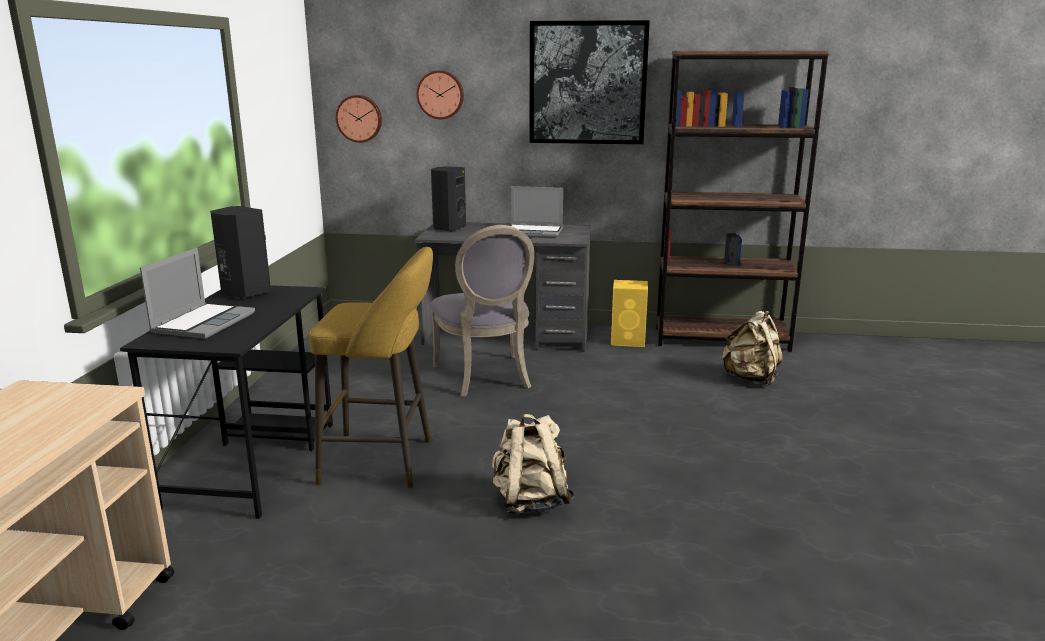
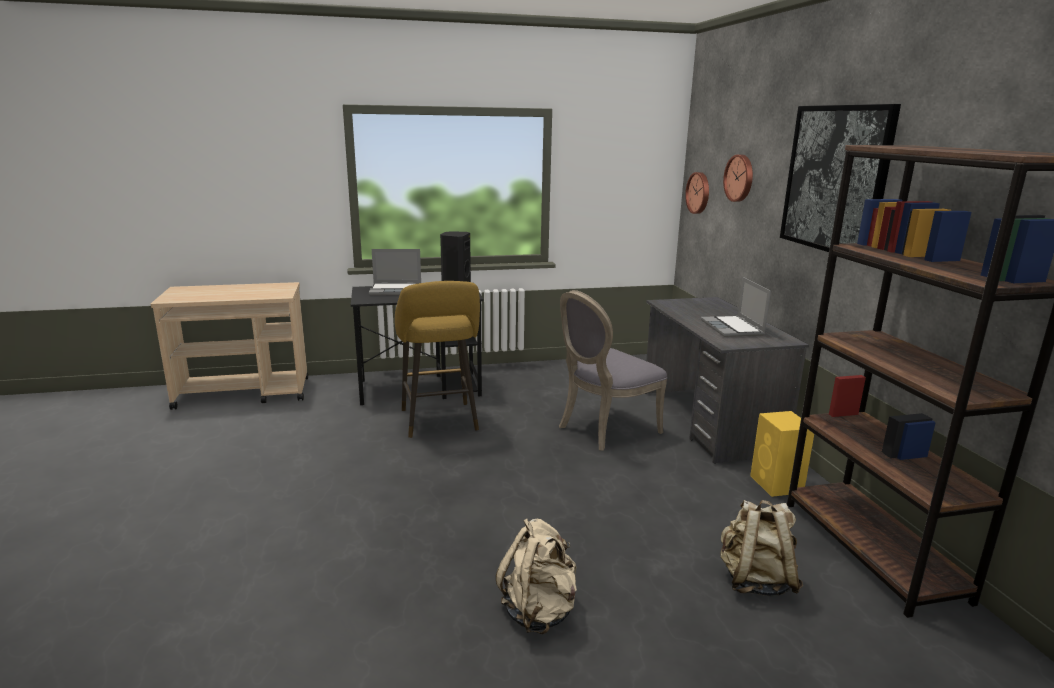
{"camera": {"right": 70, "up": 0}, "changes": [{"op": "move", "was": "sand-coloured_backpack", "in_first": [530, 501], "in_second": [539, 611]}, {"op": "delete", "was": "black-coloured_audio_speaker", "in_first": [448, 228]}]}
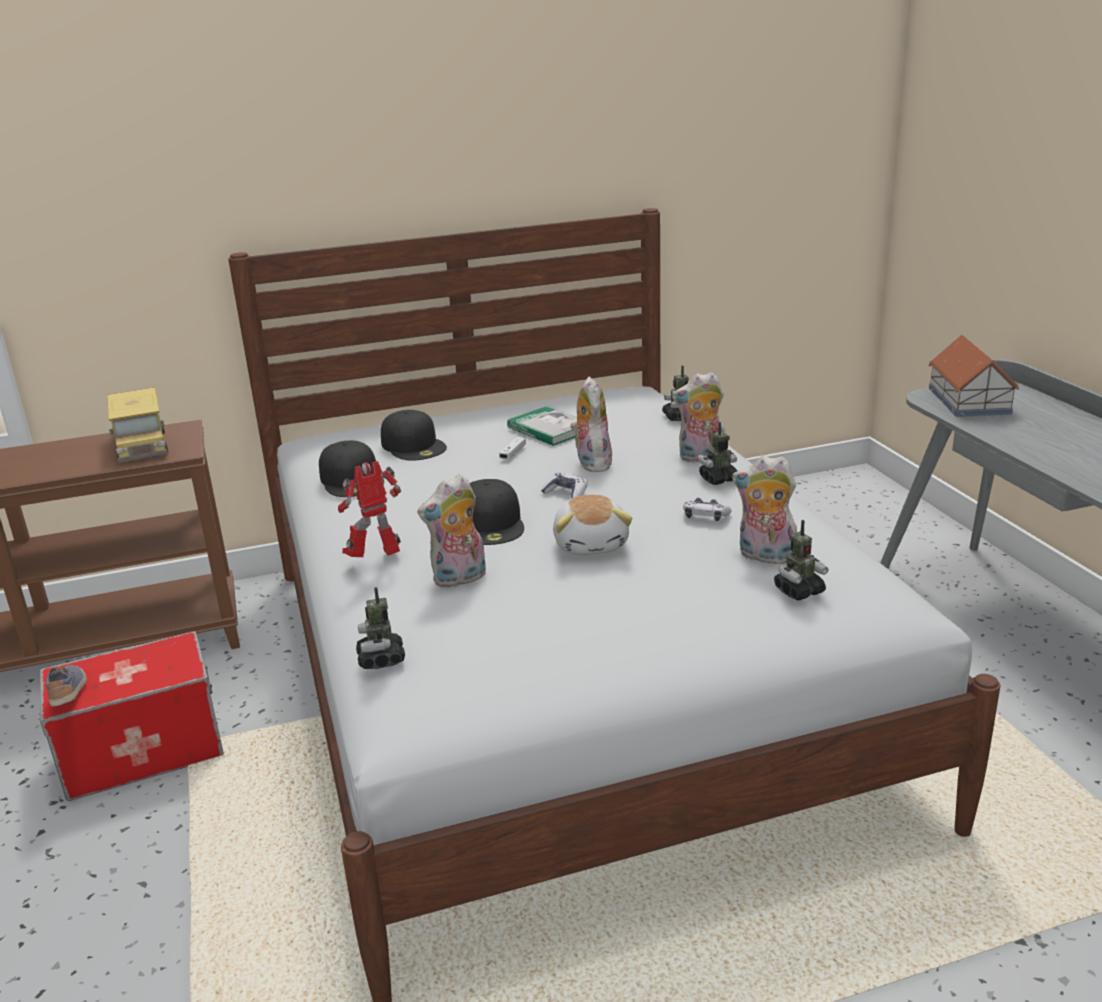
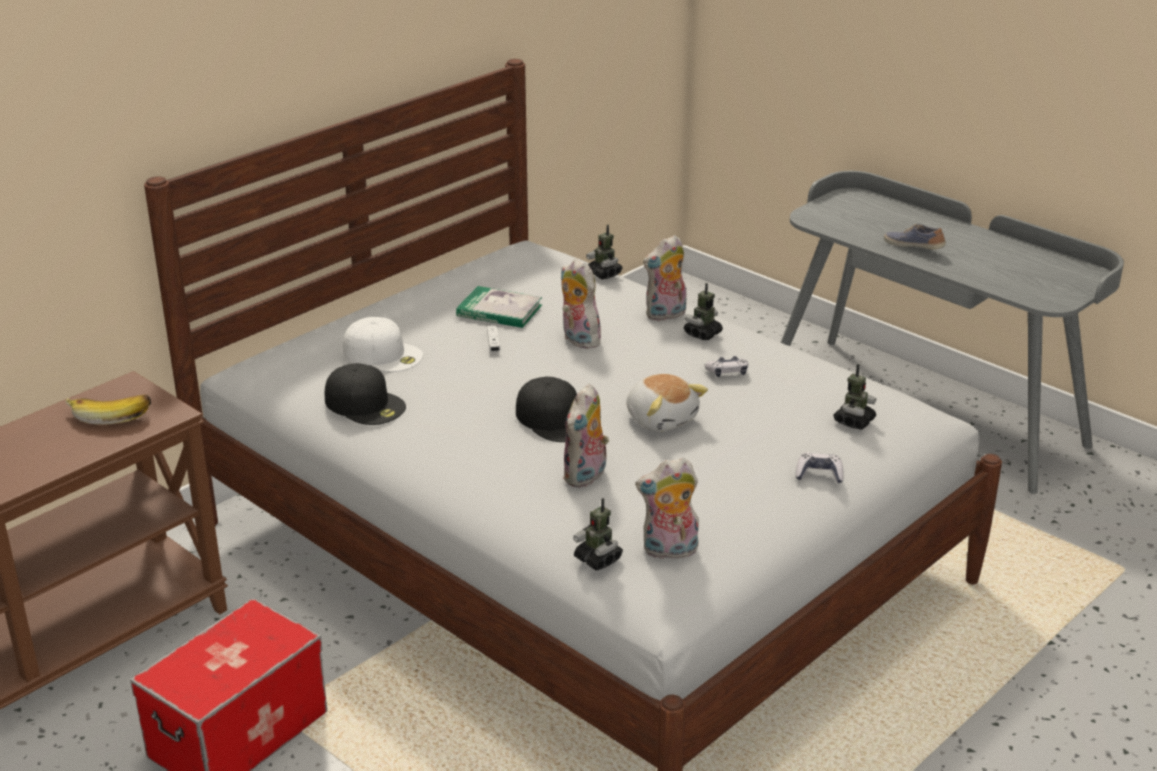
{"camera": {"right": -30, "up": 5}, "changes": [{"op": "replace", "was": "toy_lorry", "now": "whole_banana", "in_first": [142, 445], "in_second": [111, 415]}, {"op": "recolor", "was": "black-coloured_baseball_cap", "now": "white-coloured_baseball_cap", "in_first": [414, 445], "in_second": [383, 354]}, {"op": "move", "was": "plush_toy", "in_first": [764, 556], "in_second": [669, 551]}, {"op": "move", "was": "game_controller", "in_first": [566, 494], "in_second": [819, 474]}, {"op": "move", "was": "shoe", "in_first": [69, 693], "in_second": [914, 247]}, {"op": "delete", "was": "model_robot", "in_first": [376, 559]}, {"op": "delete", "was": "model_house", "in_first": [968, 401]}]}
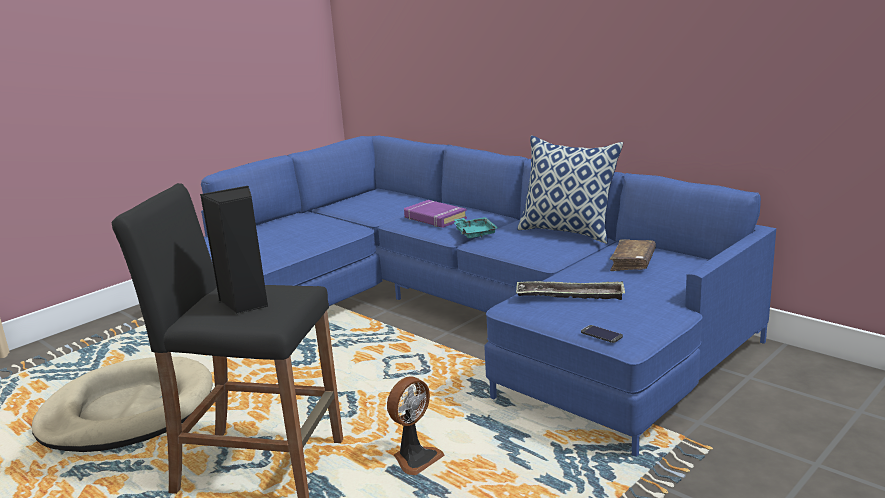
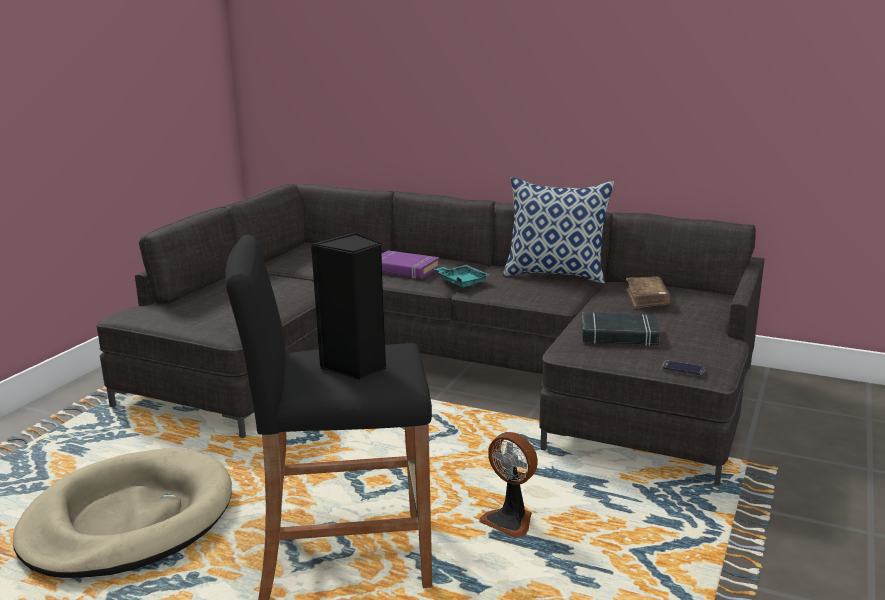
{"camera": {"right": -20, "up": 0}, "changes": [{"op": "recolor", "was": "bluish_settee", "now": "greyish_settee", "in_first": [458, 314], "in_second": [441, 370]}, {"op": "rotate", "was": "fan", "in_first": [415, 459], "in_second": [510, 521], "clockwise": 105}, {"op": "replace", "was": "carrying_tray", "now": "black-coloured_book", "in_first": [570, 296], "in_second": [619, 335]}]}
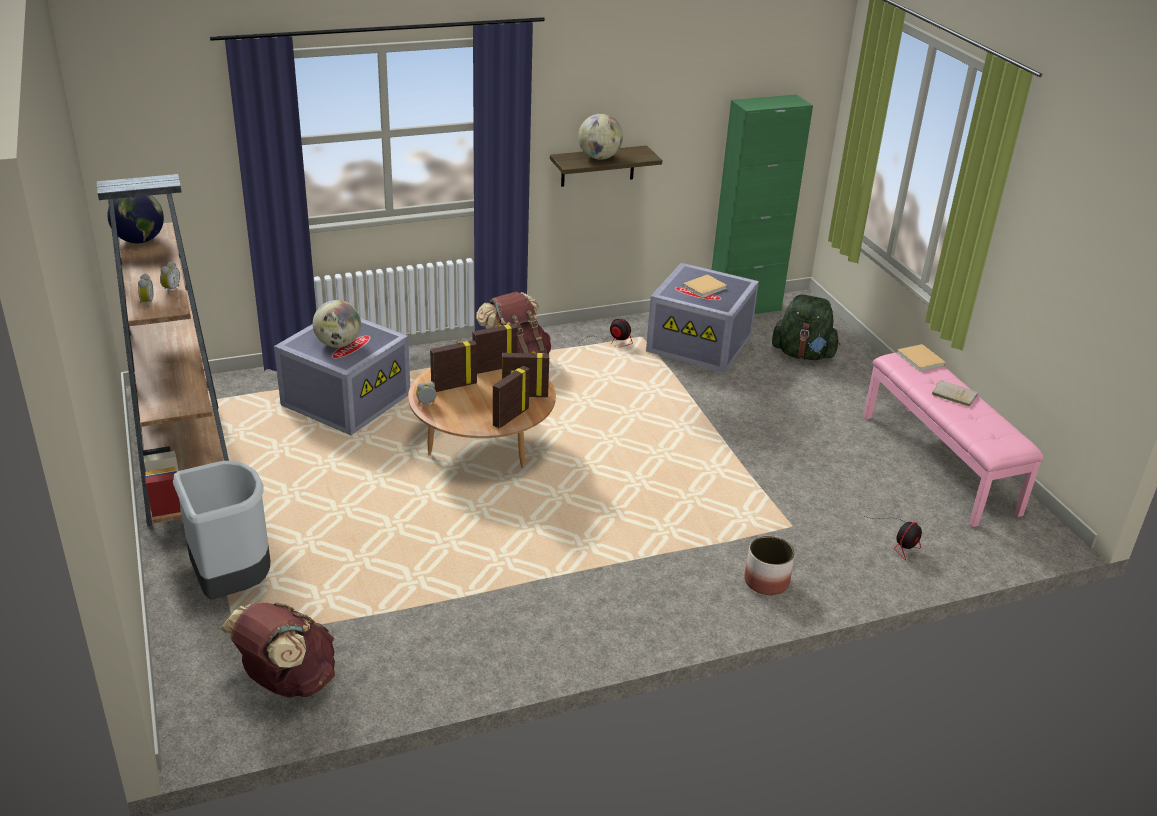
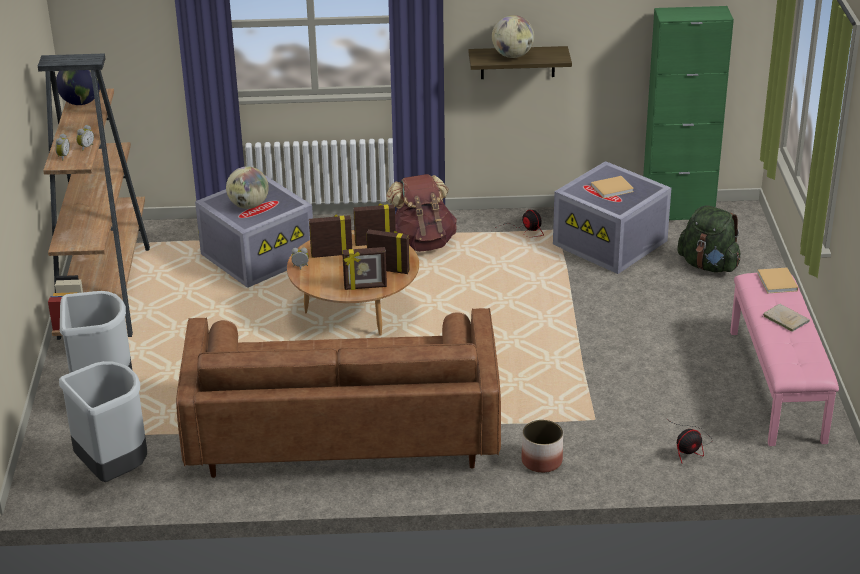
{"camera": {"right": 20, "up": 0}, "changes": [{"op": "replace", "was": "brown-coloured_backpack", "now": "greyish_trash_can", "in_first": [287, 682], "in_second": [114, 471]}, {"op": "insert", "now": "brown-coloured_settee", "in_second": [343, 433]}, {"op": "rotate", "was": "photo_frame", "in_first": [510, 417], "in_second": [365, 287], "clockwise": -150}]}
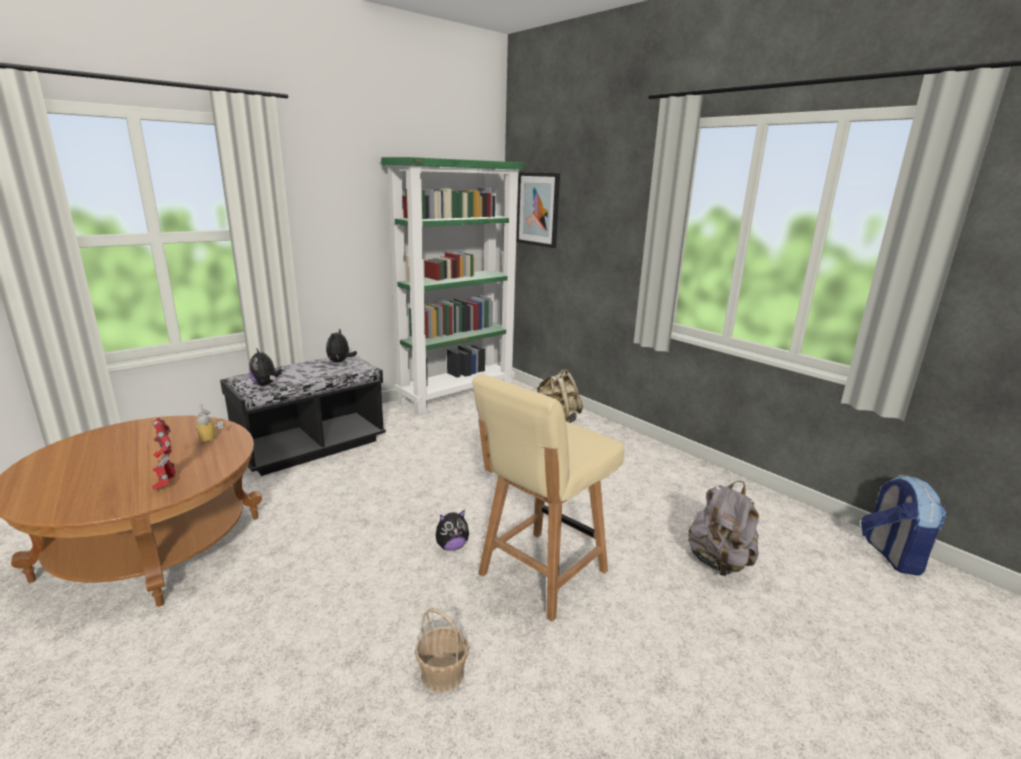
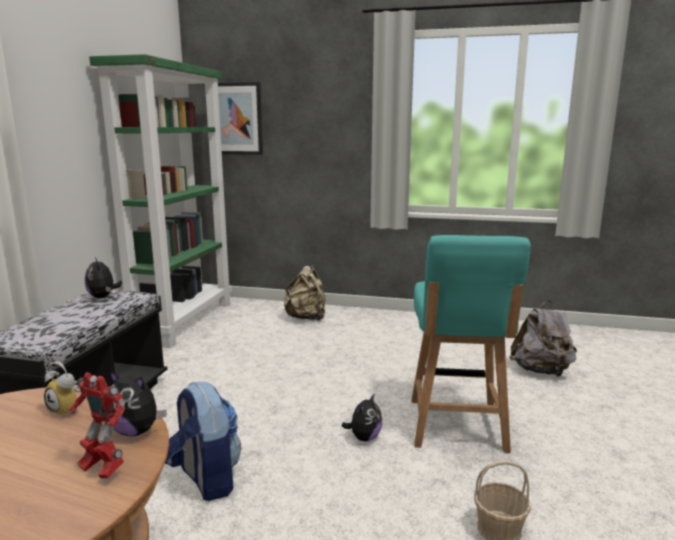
{"camera": {"right": -35, "up": -5}, "changes": [{"op": "move", "was": "plush_toy", "in_first": [266, 384], "in_second": [136, 431]}, {"op": "move", "was": "backpack", "in_first": [891, 555], "in_second": [205, 479]}, {"op": "recolor", "was": "sand-coloured_upright_chair", "now": "blue-green_upright_chair", "in_first": [541, 574], "in_second": [456, 426]}]}
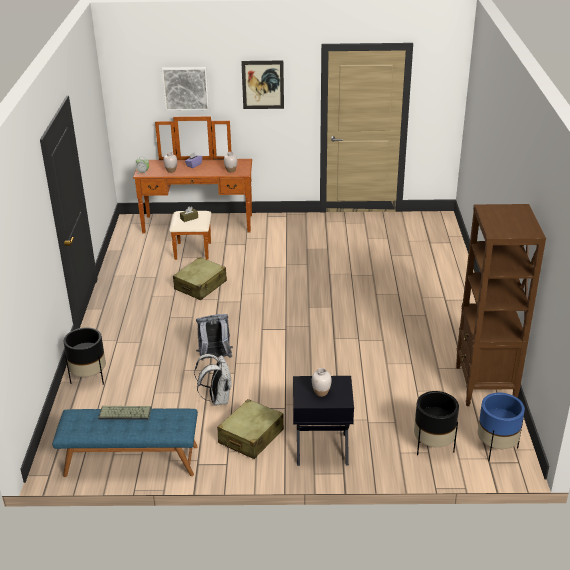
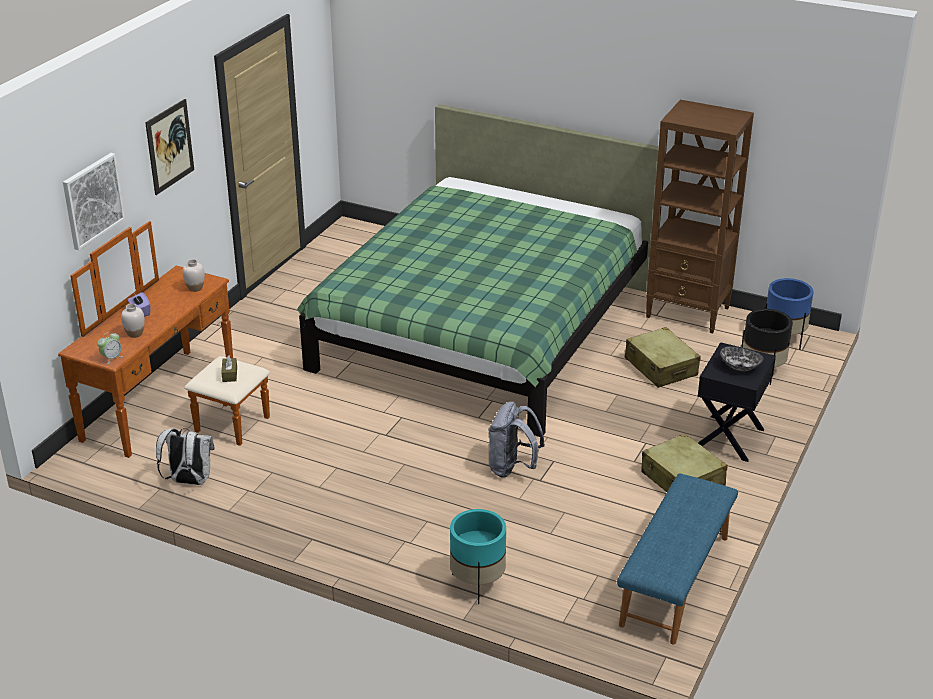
{"camera": {"right": -65, "up": 0}, "changes": [{"op": "move", "was": "white-coloured_backpack", "in_first": [217, 399], "in_second": [189, 481]}, {"op": "insert", "now": "greenish_sleeping_bed", "in_second": [483, 328]}, {"op": "recolor", "was": "black-coloured_flower_pot", "now": "blue-green_flower_pot", "in_first": [89, 378], "in_second": [477, 584]}, {"op": "move", "was": "sand-coloured_piece_of_luggage", "in_first": [200, 285], "in_second": [661, 367]}, {"op": "replace", "was": "white-coloured_decorative_vase", "now": "deep_dish", "in_first": [321, 392], "in_second": [740, 367]}, {"op": "delete", "was": "PC_keyboard", "in_first": [124, 414]}]}
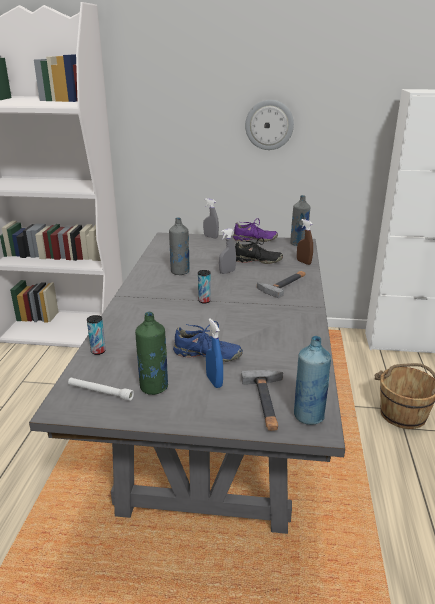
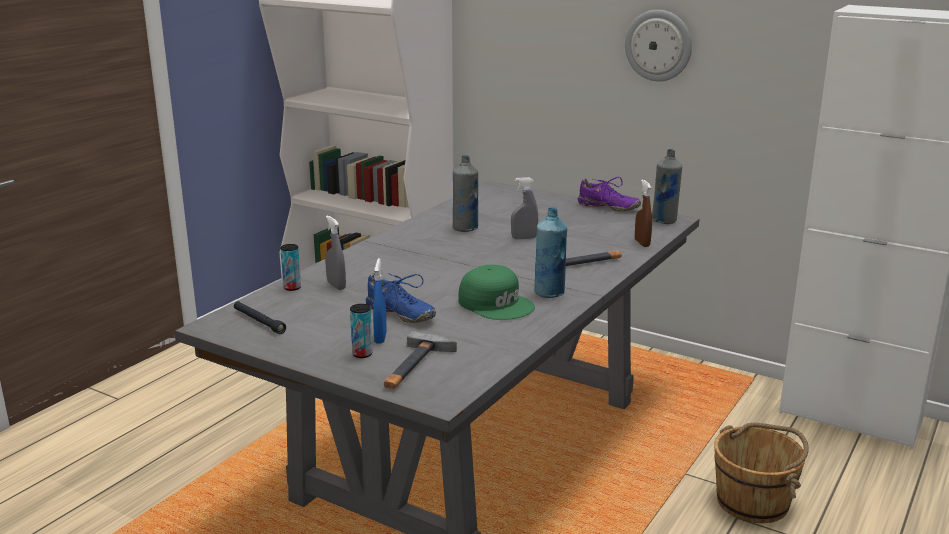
{"camera": {"right": 25, "up": -5}, "changes": [{"op": "recolor", "was": "white-coloured_flashlight", "now": "black-coloured_flashlight", "in_first": [100, 392], "in_second": [258, 322]}, {"op": "move", "was": "greyish_sprayer", "in_first": [211, 237], "in_second": [336, 286]}, {"op": "move", "was": "sealed_can", "in_first": [204, 301], "in_second": [362, 354]}, {"op": "insert", "now": "greenish_baseball_cap", "in_second": [496, 303]}, {"op": "move", "was": "bluish_beverage_bottle", "in_first": [308, 416], "in_second": [549, 293]}, {"op": "delete", "was": "greenish_beverage_bottle", "in_first": [154, 387]}, {"op": "delete", "was": "black-coloured_shoe", "in_first": [257, 261]}]}
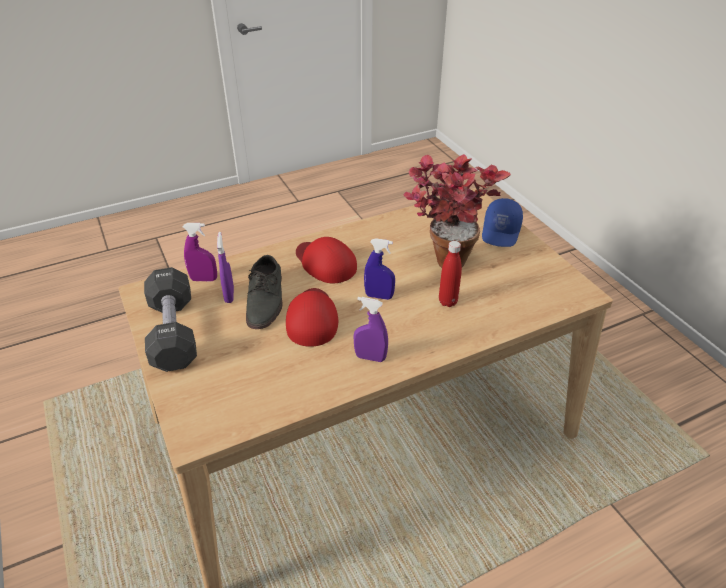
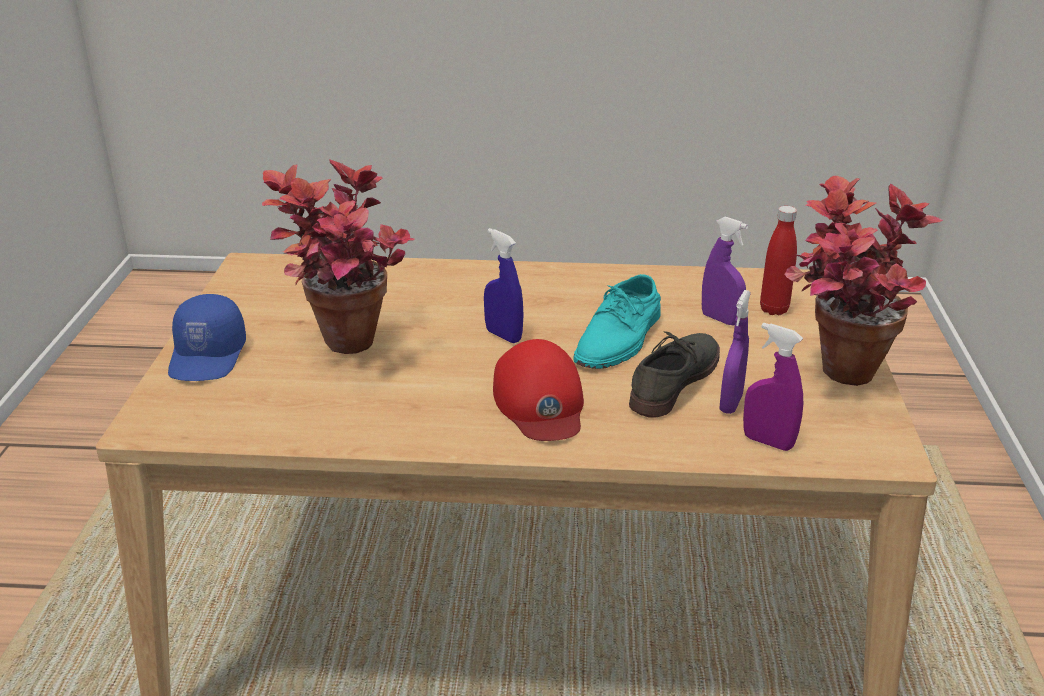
{"camera": {"right": -150, "up": -10}, "changes": [{"op": "rotate", "was": "bluish_baseball_cap", "in_first": [501, 232], "in_second": [209, 357], "clockwise": 135}, {"op": "replace", "was": "reddish_baseball_cap", "now": "blue-green_shoe", "in_first": [312, 318], "in_second": [620, 339]}, {"op": "move", "was": "purple_sprayer", "in_first": [370, 357], "in_second": [720, 319]}, {"op": "move", "was": "reddish_beverage_bottle", "in_first": [447, 302], "in_second": [774, 310]}, {"op": "replace", "was": "black-coloured_hand_weight", "now": "potted_plant", "in_first": [173, 333], "in_second": [834, 380]}]}
